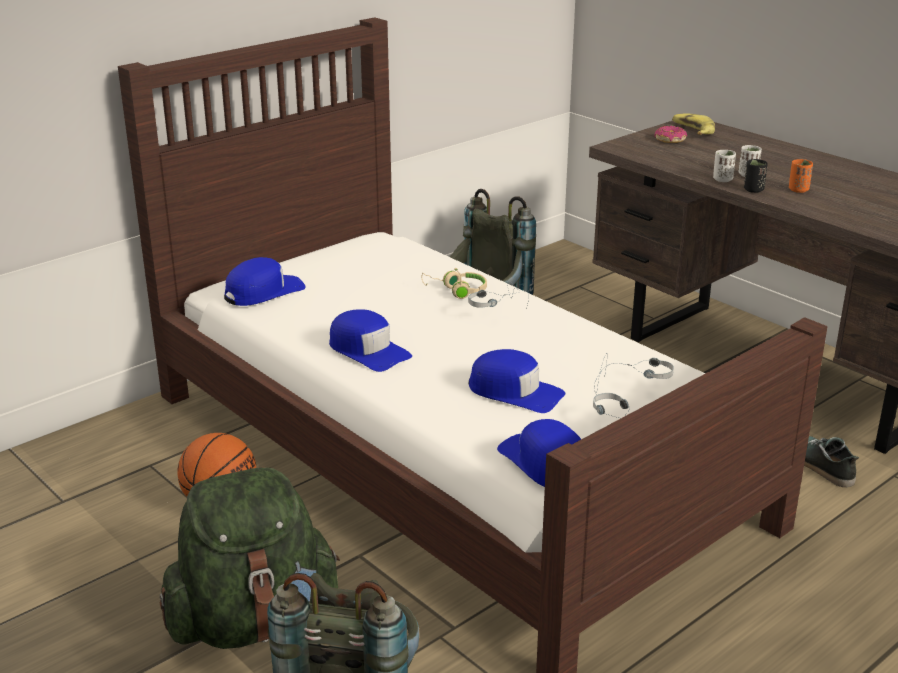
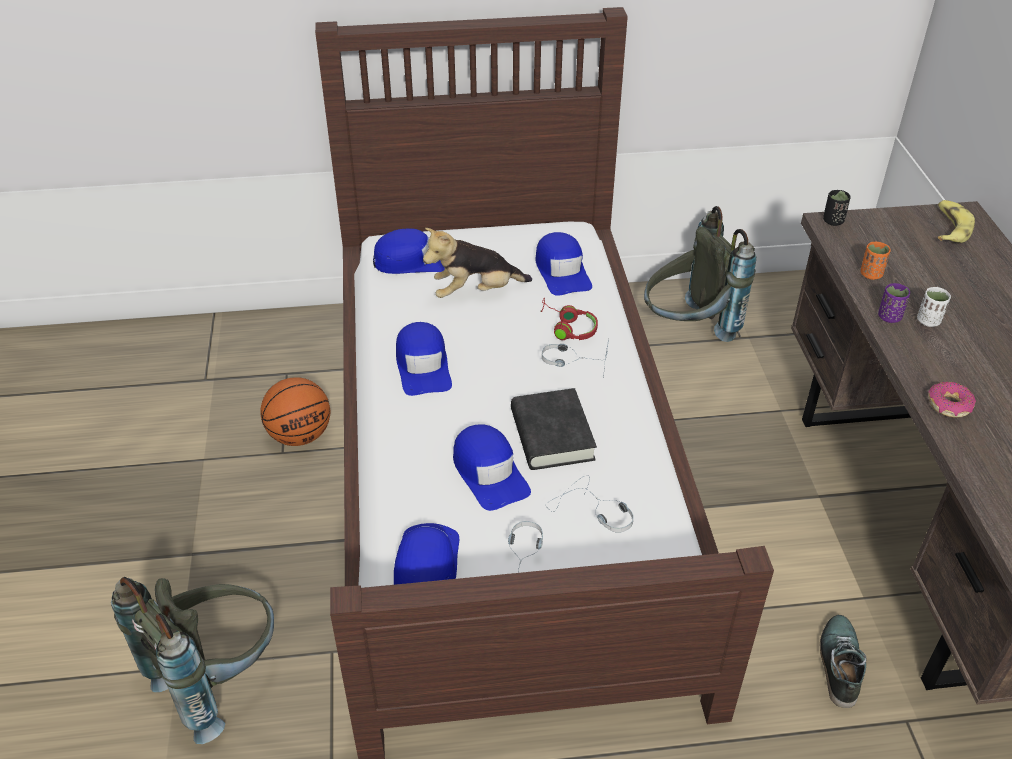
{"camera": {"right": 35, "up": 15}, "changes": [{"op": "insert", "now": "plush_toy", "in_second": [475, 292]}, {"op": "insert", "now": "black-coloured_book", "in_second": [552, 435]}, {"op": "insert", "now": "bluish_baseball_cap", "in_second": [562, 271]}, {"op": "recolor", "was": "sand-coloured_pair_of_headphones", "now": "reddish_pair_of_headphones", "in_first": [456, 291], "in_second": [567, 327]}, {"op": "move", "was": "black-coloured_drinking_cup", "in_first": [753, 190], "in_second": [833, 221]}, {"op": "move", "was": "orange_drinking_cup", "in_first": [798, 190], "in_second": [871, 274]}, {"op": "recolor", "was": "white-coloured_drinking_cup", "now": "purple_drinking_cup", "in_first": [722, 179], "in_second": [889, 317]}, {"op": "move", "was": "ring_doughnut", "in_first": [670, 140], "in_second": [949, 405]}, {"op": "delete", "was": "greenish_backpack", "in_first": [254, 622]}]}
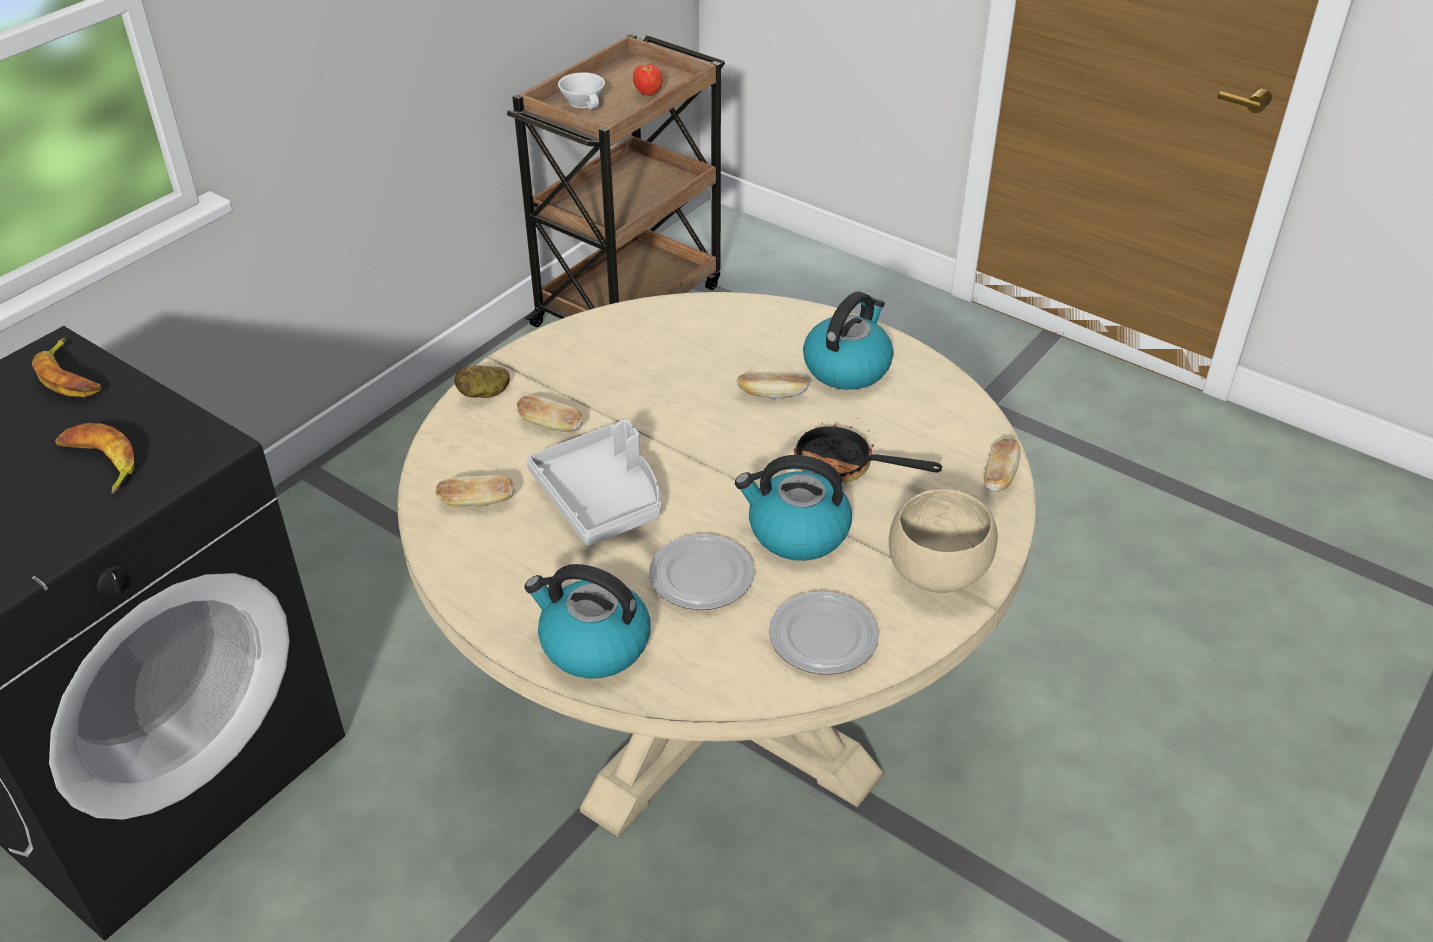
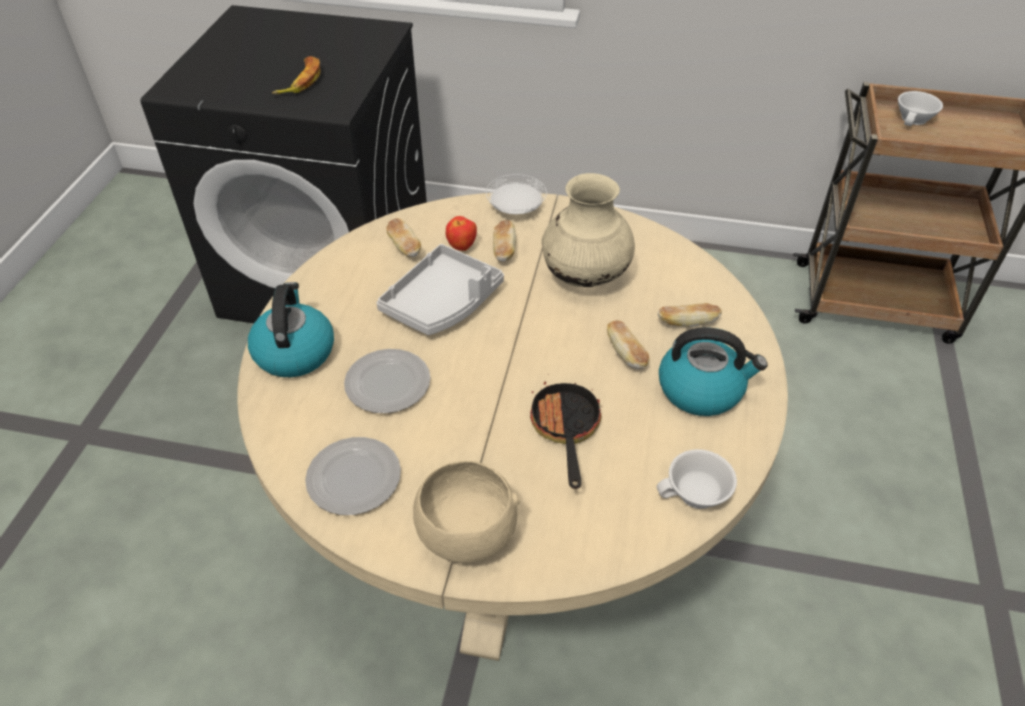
{"camera": {"right": 65, "up": 5}, "changes": [{"op": "move", "was": "whole_apple", "in_first": [648, 94], "in_second": [462, 247]}, {"op": "replace", "was": "potato", "now": "white-coloured_flat_dish", "in_first": [484, 394], "in_second": [516, 208]}, {"op": "insert", "now": "sand-coloured_decorative_vase", "in_second": [585, 277]}, {"op": "insert", "now": "white-coloured_drinking_cup", "in_second": [696, 495]}, {"op": "move", "was": "bakery_bread", "in_first": [999, 477], "in_second": [687, 322]}, {"op": "delete", "was": "whole_banana", "in_first": [71, 376]}, {"op": "delete", "was": "water_kettle", "in_first": [796, 532]}]}
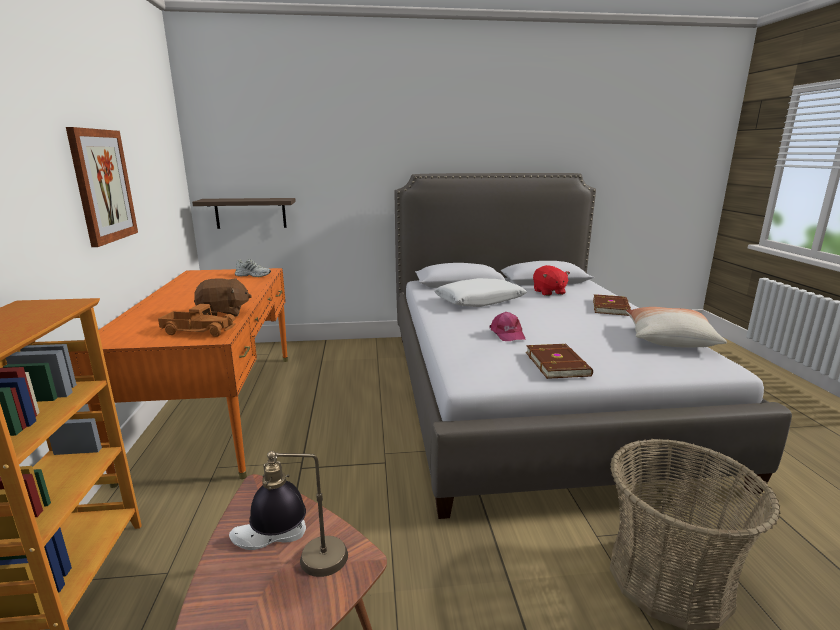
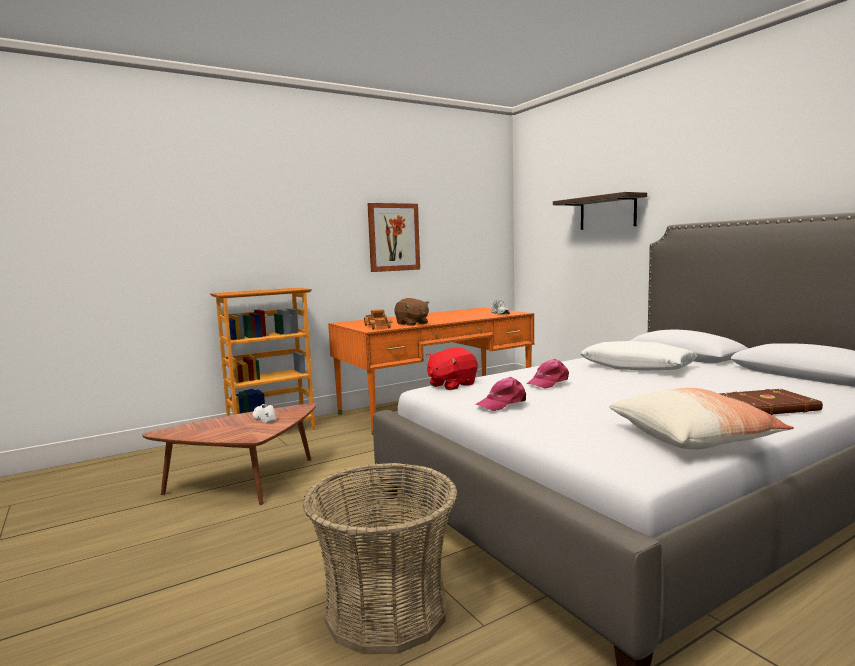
{"camera": {"right": 65, "up": -10}, "changes": [{"op": "move", "was": "reddish_plush_toy", "in_first": [549, 292], "in_second": [451, 385]}, {"op": "replace", "was": "brown-coloured_book", "now": "pinkish_baseball_cap", "in_first": [558, 363], "in_second": [502, 403]}, {"op": "move", "was": "bracket_shelf", "in_first": [250, 213], "in_second": [607, 212]}, {"op": "delete", "was": "table_lamp", "in_first": [304, 568]}]}
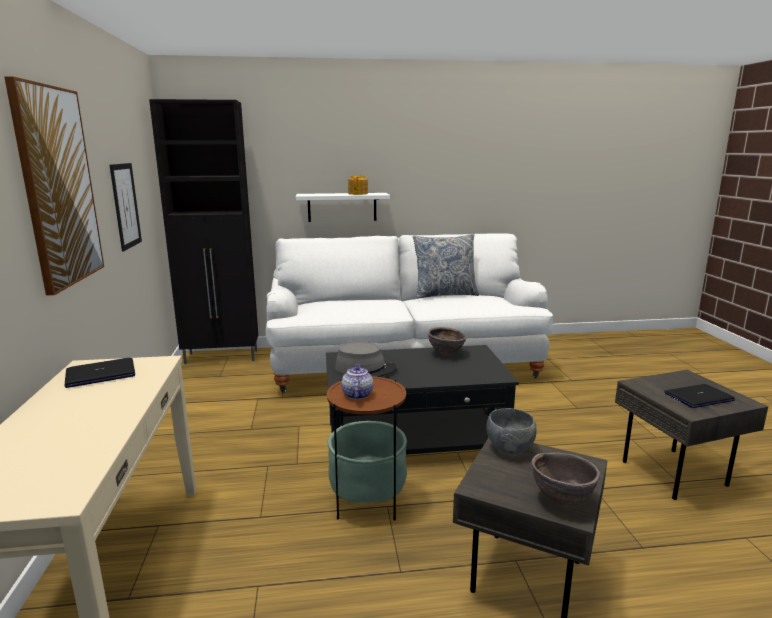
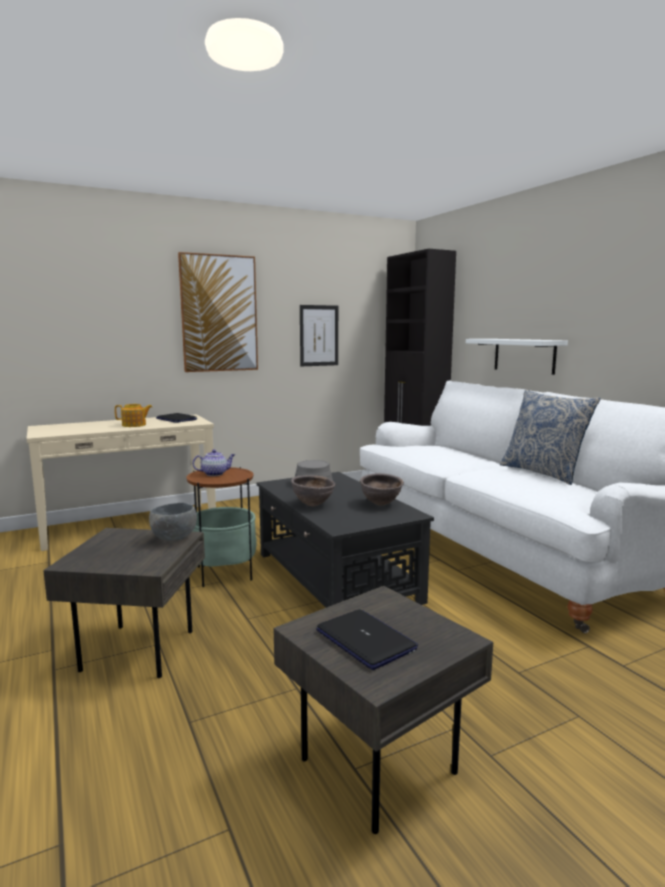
{"camera": {"right": 70, "up": -5}, "changes": [{"op": "move", "was": "teapot", "in_first": [358, 194], "in_second": [134, 425]}, {"op": "move", "was": "brown-coloured_deep_dish", "in_first": [562, 499], "in_second": [313, 505]}]}
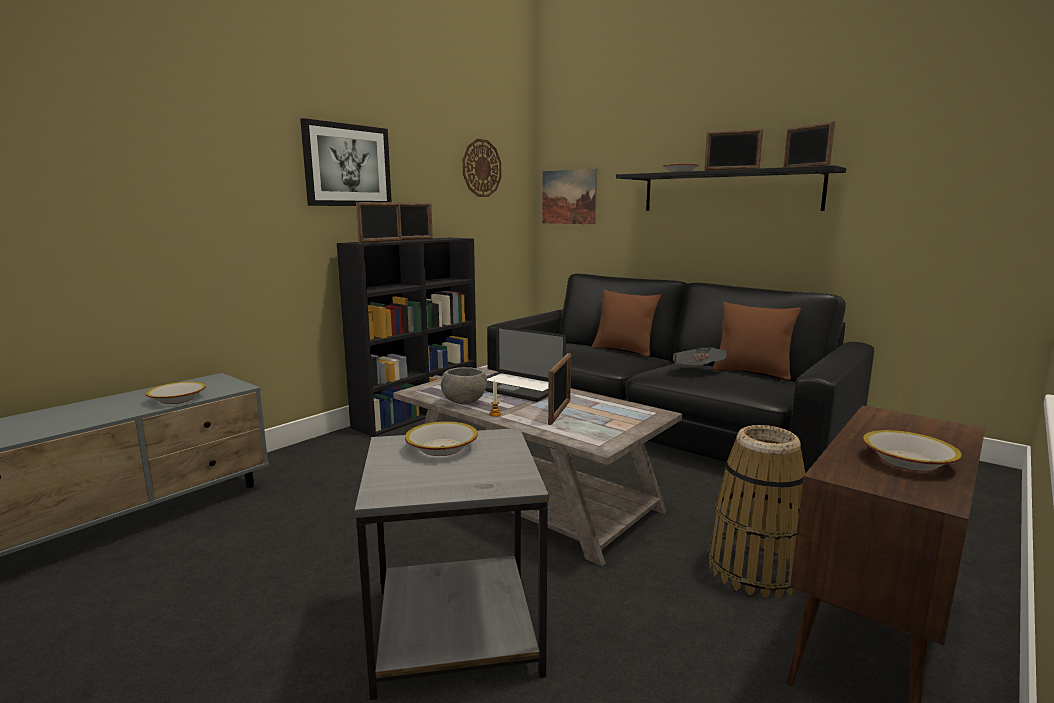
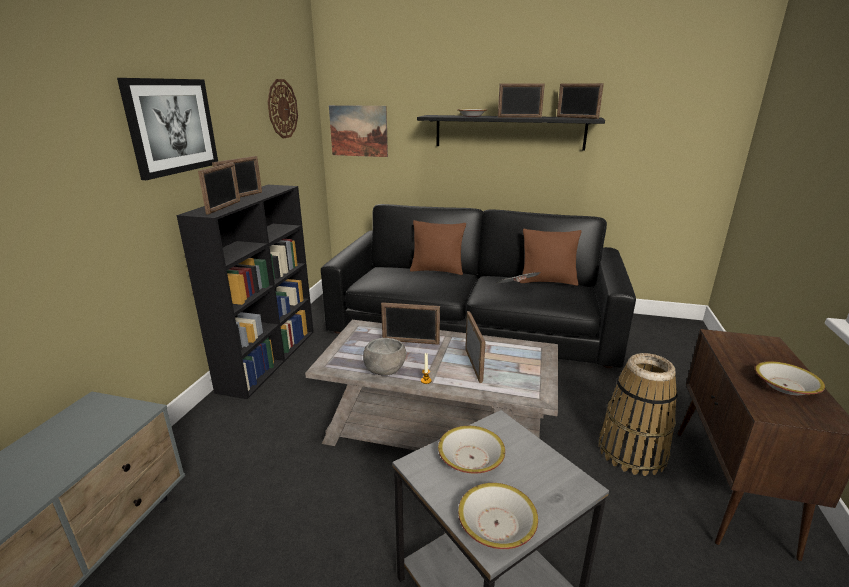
{"camera": {"right": -25, "up": 10}, "changes": [{"op": "replace", "was": "portable_computer", "now": "photo_frame", "in_first": [516, 388], "in_second": [410, 342]}, {"op": "move", "was": "deep_dish", "in_first": [178, 399], "in_second": [496, 524]}]}
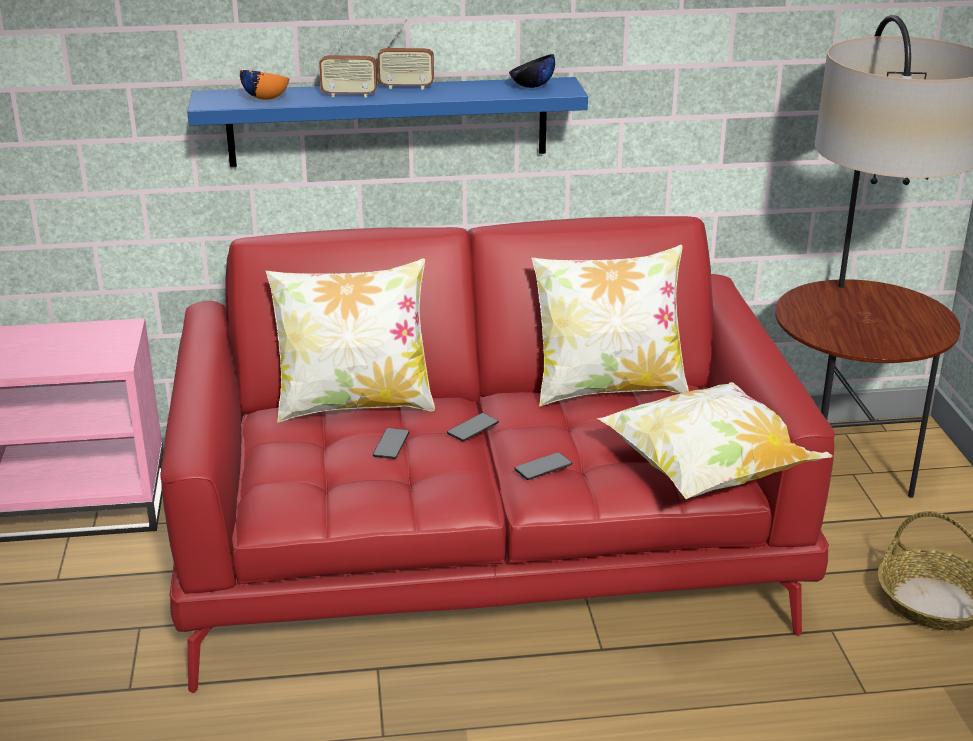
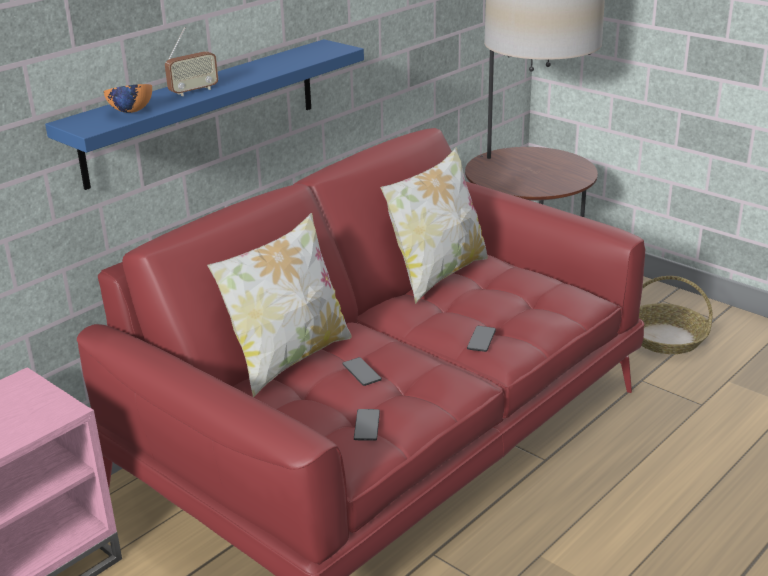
{"camera": {"right": -40, "up": 0}, "changes": [{"op": "move", "was": "phone", "in_first": [473, 428], "in_second": [367, 425]}, {"op": "delete", "was": "radio_receiver", "in_first": [406, 87]}, {"op": "delete", "was": "black-coloured_deep_dish", "in_first": [531, 86]}, {"op": "delete", "was": "pillow", "in_first": [708, 473]}]}
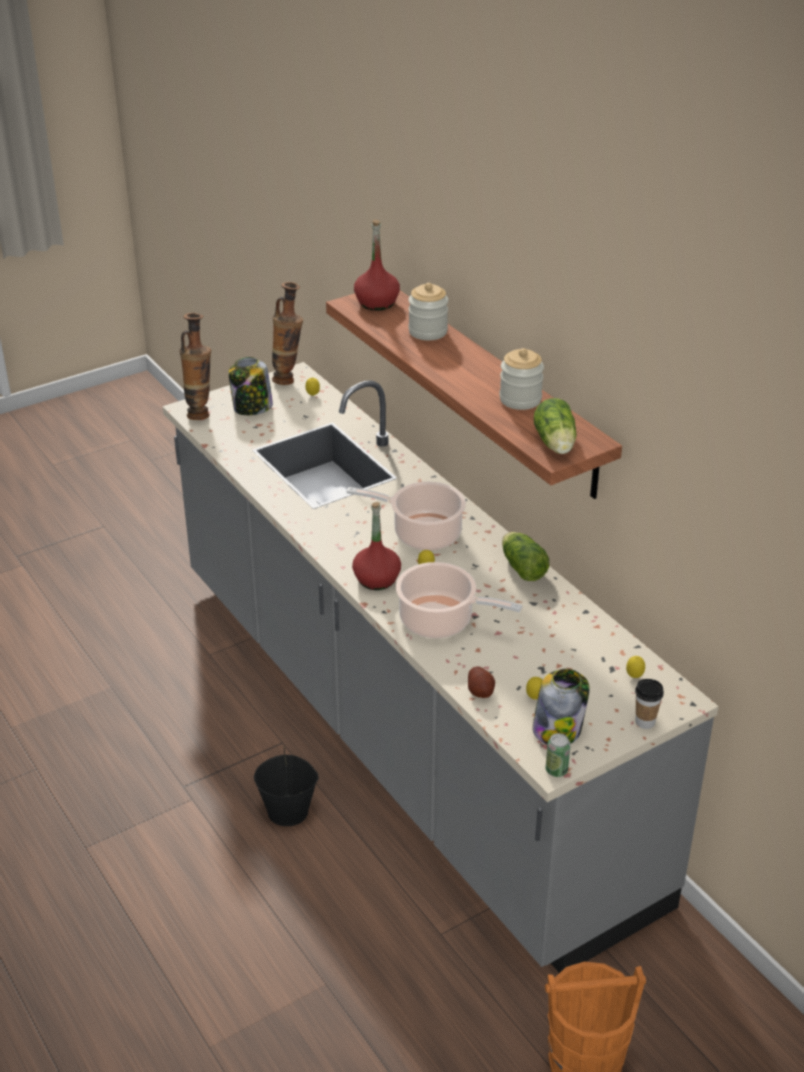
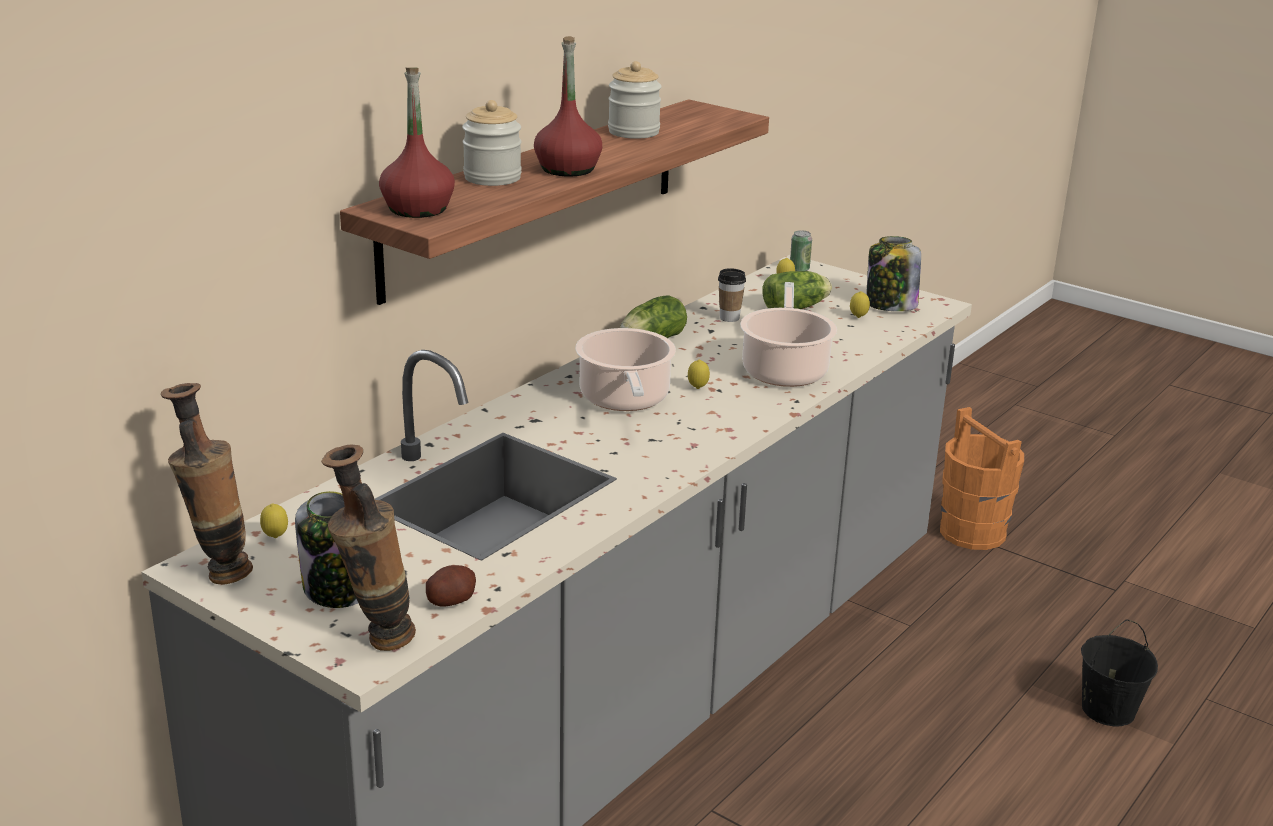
{"camera": {"right": -110, "up": -10}, "changes": [{"op": "move", "was": "potato", "in_first": [480, 691], "in_second": [451, 600]}, {"op": "move", "was": "reddish_beverage_bottle", "in_first": [376, 579], "in_second": [568, 169]}, {"op": "move", "was": "drinking_cup", "in_first": [645, 722], "in_second": [729, 318]}, {"op": "move", "was": "lettuce", "in_first": [555, 444], "in_second": [797, 308]}, {"op": "move", "was": "sealed_can", "in_first": [556, 770], "in_second": [799, 269]}, {"op": "move", "was": "black-coloured_bucket", "in_first": [288, 811], "in_second": [1107, 710]}]}
